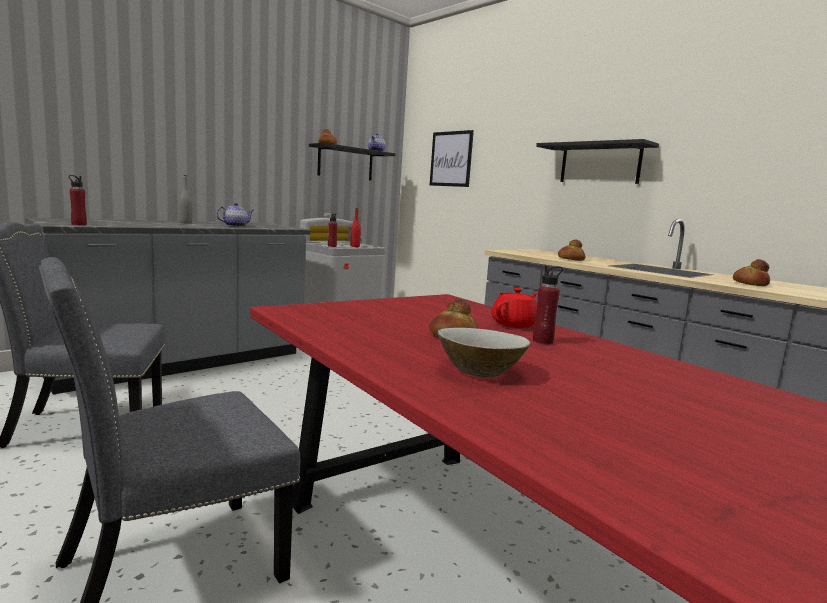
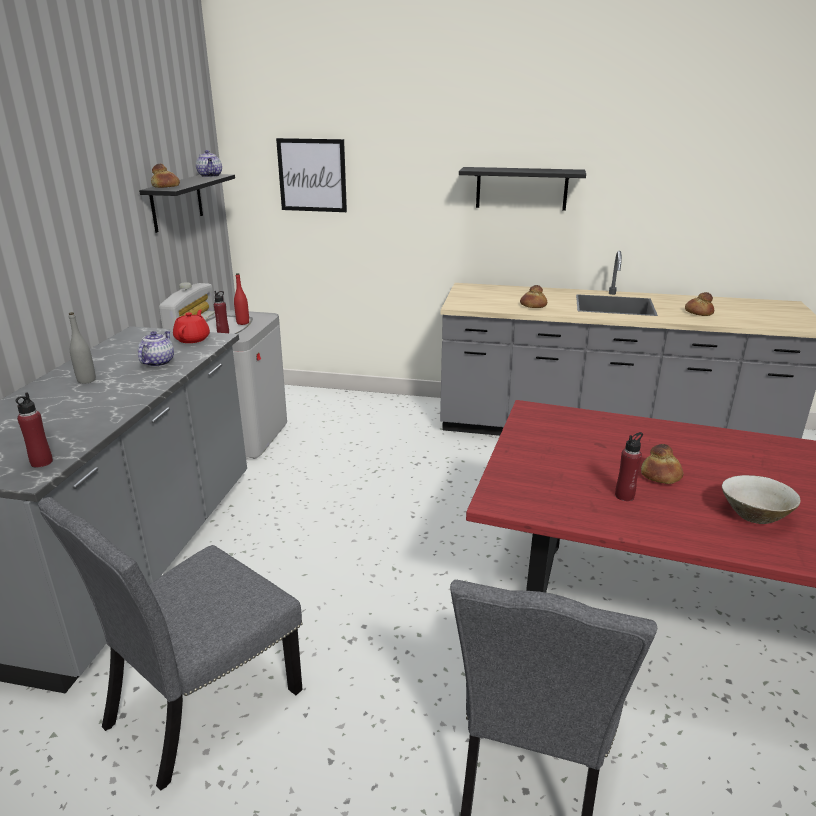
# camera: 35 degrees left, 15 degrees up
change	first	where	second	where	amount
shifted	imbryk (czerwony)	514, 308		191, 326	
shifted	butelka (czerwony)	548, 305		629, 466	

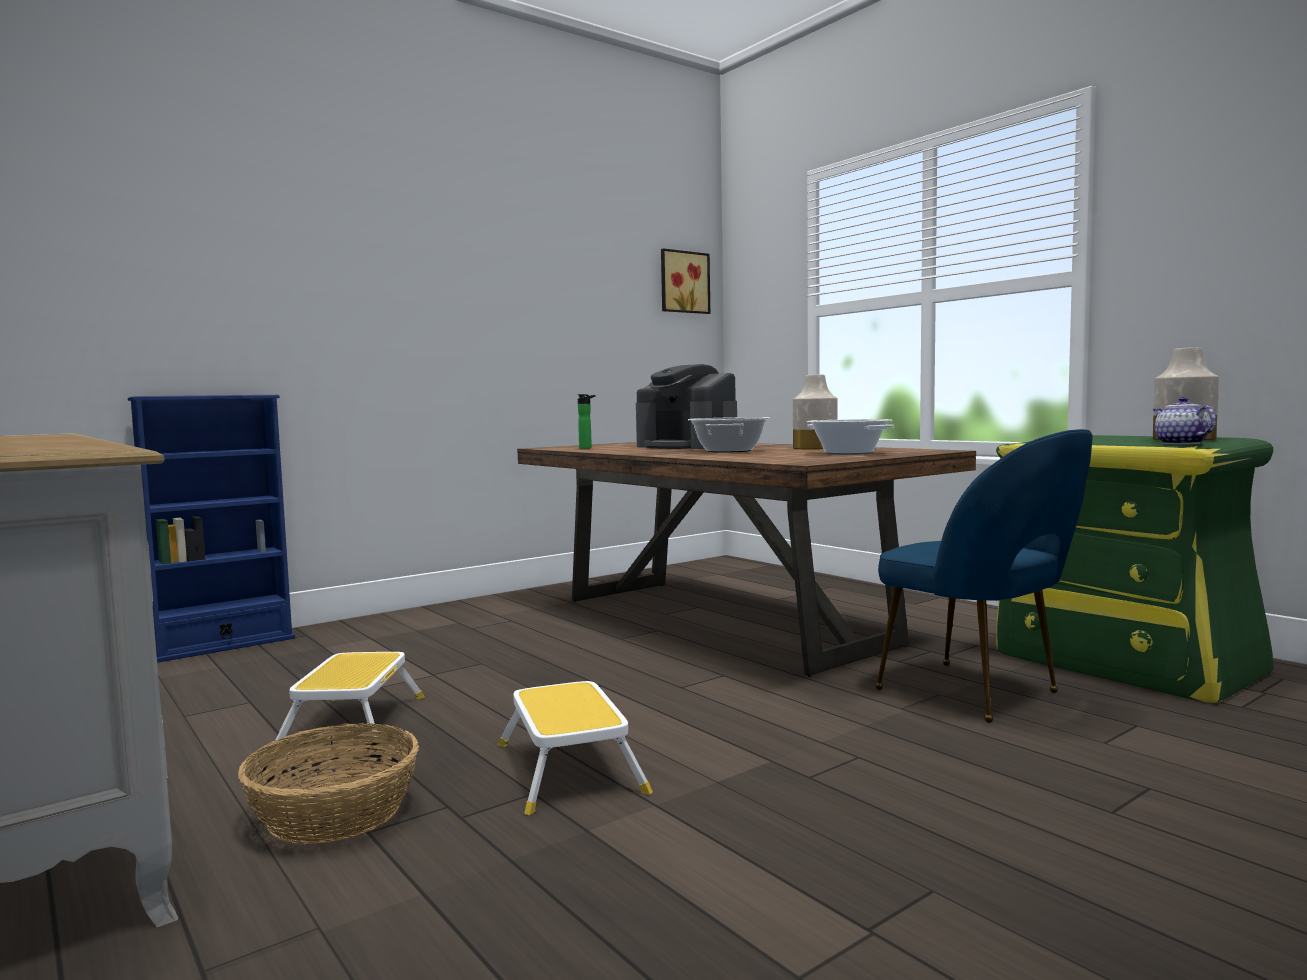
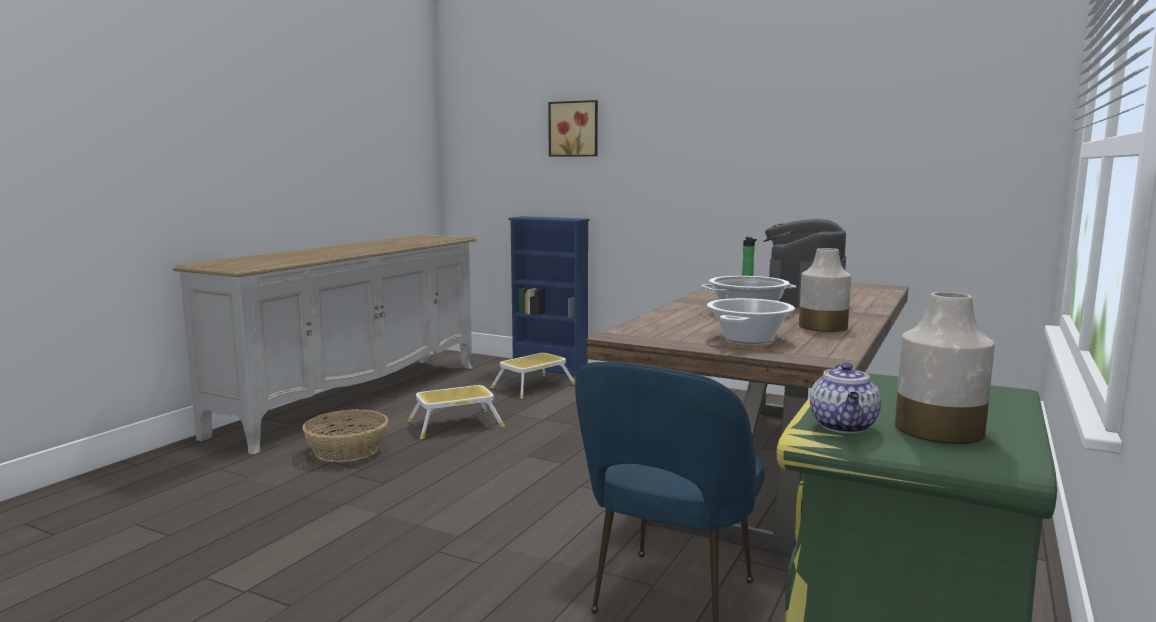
# camera: 65 degrees right, 5 degrees up
change	first	where	second	where	amount
shifted	drabinka (żółty)	575, 748		532, 376	
shifted	obraz	685, 281		573, 128	
rotated	imbryk	1184, 421		845, 397	135 degrees clockwise

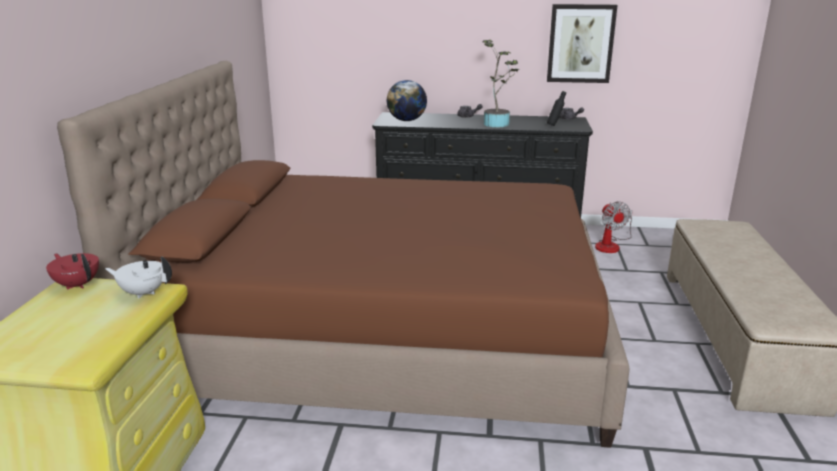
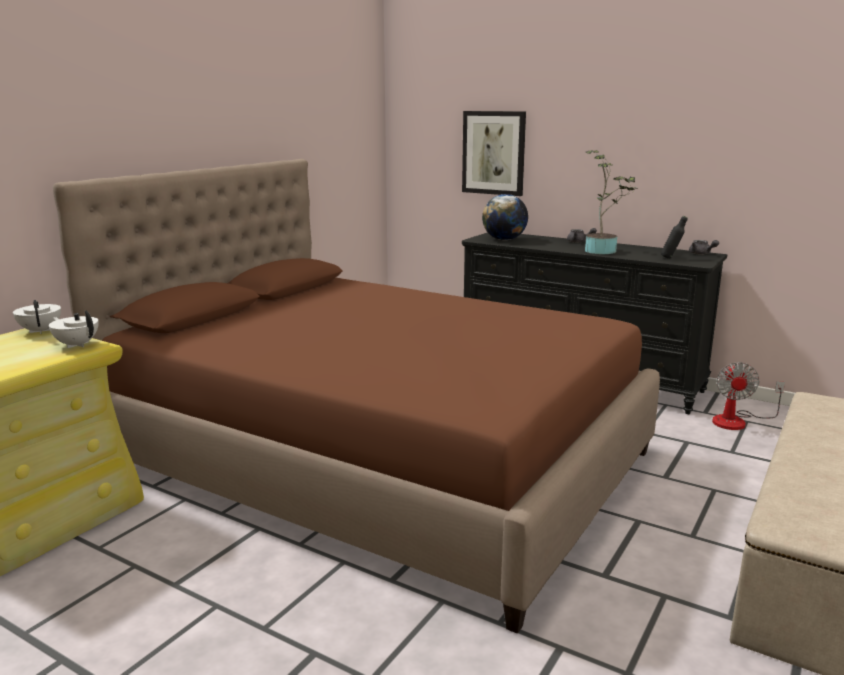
# camera: 25 degrees right, 5 degrees down
change	first	where	second	where	amount
repainted	imbryk (czerwony)	72, 271	imbryk (biały)	37, 317	
shifted	obraz	582, 43		494, 153	

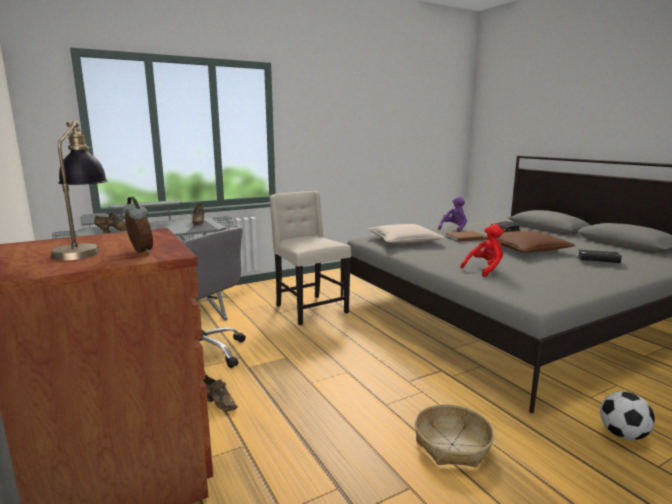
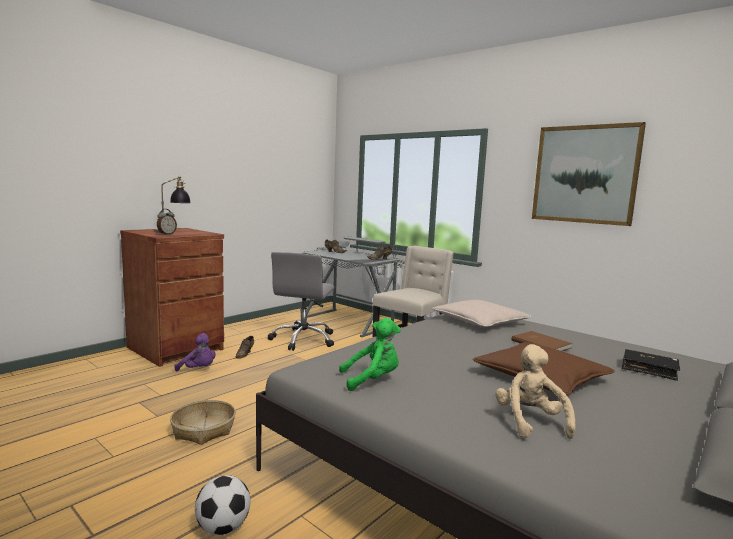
# camera: 70 degrees right, 5 degrees down
change	first	where	second	where	amount
shifted	pluszak (fioletowy)	452, 214		195, 352	
gone	pluszak (czerwony)	482, 250			
swapped	książka (czarny)	599, 256	pluszak (beżowy)	535, 391	
new			pluszak (zielony)	370, 354	
new			obraz	589, 174	

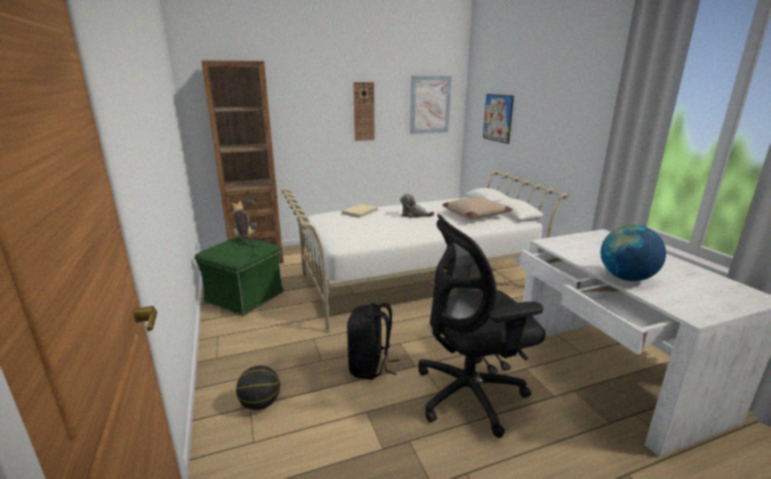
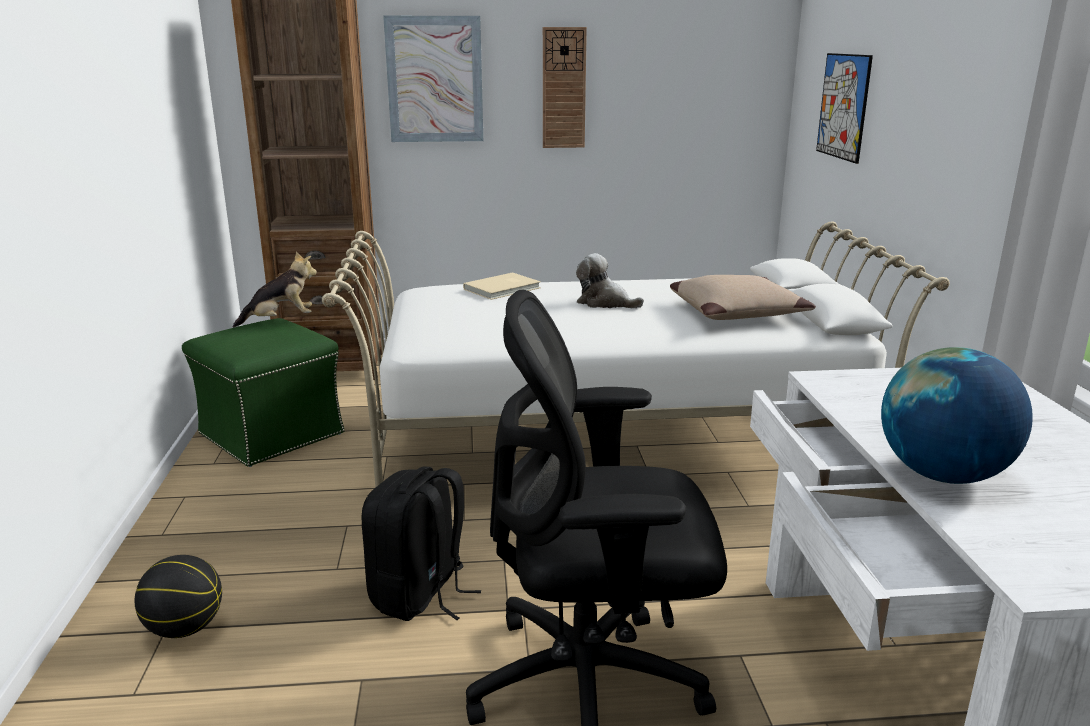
# camera: 15 degrees right, 0 degrees up
change	first	where	second	where	amount
rotated	pluszak	243, 223		275, 290	75 degrees clockwise
shifted	obraz	430, 105		433, 79	

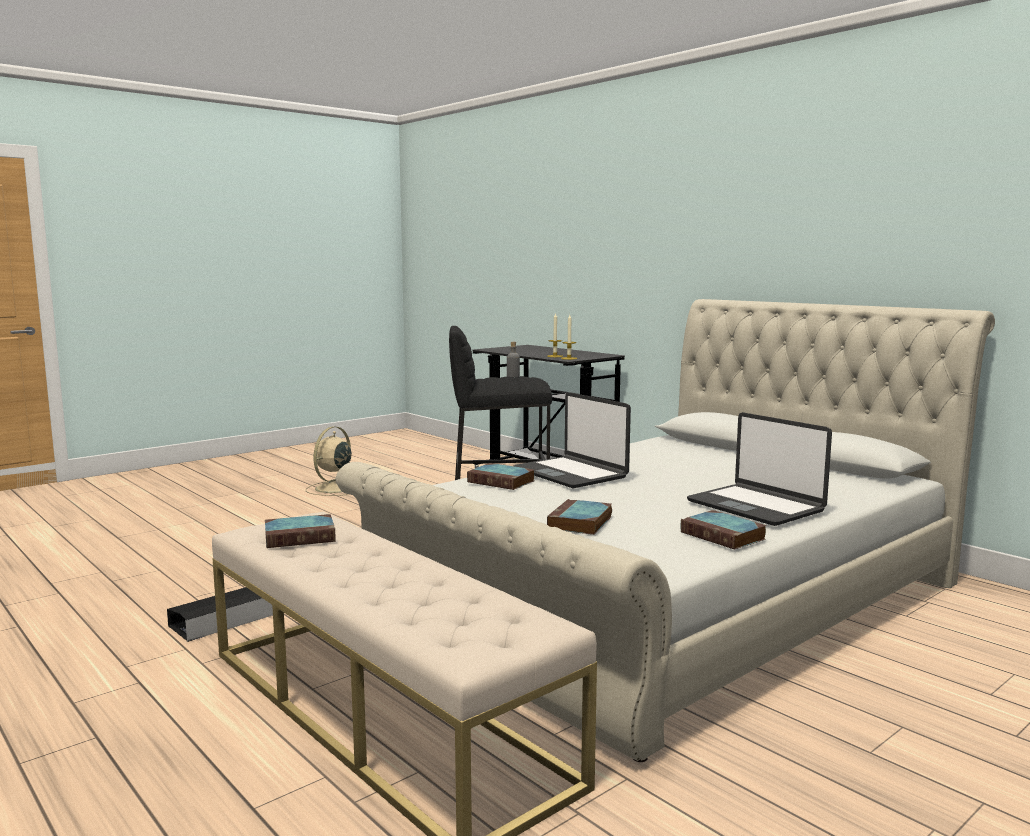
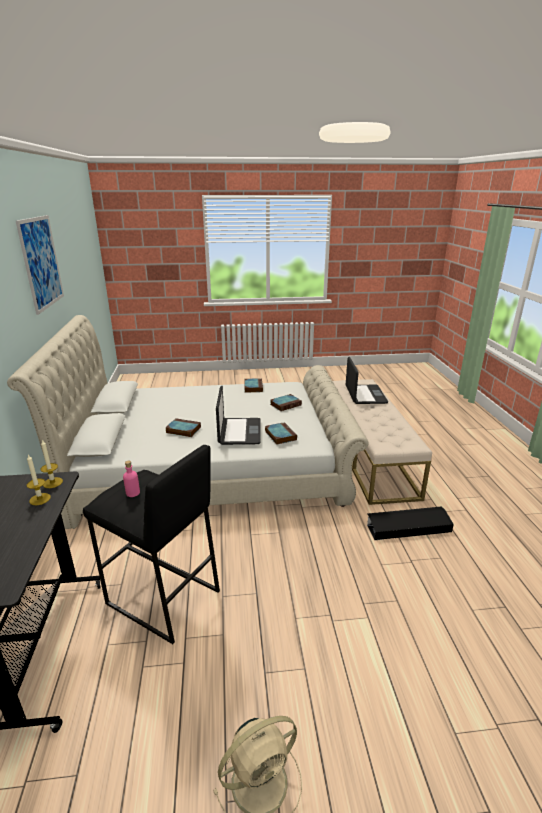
# camera: 145 degrees left, 15 degrees up
change	first	where	second	where	amount
shifted	książka	300, 531		183, 427	
repainted	butelka (szary)	513, 359	butelka (różowy)	131, 479	
shifted	laptop	759, 469		366, 380	
new			obraz	40, 265	

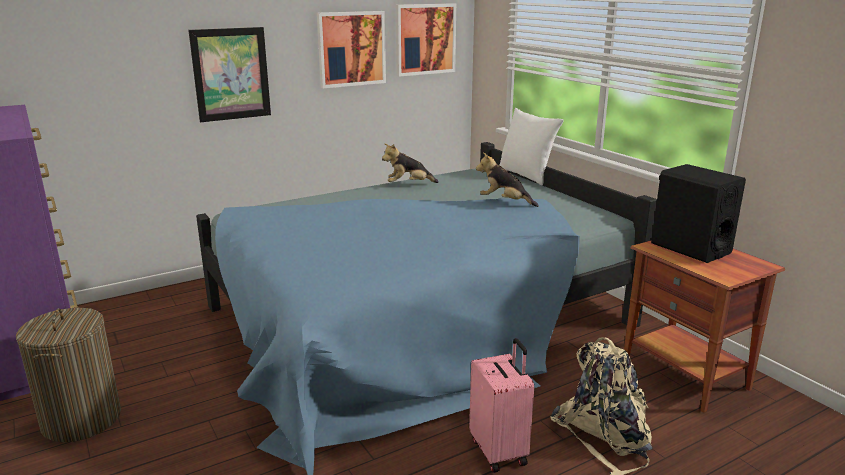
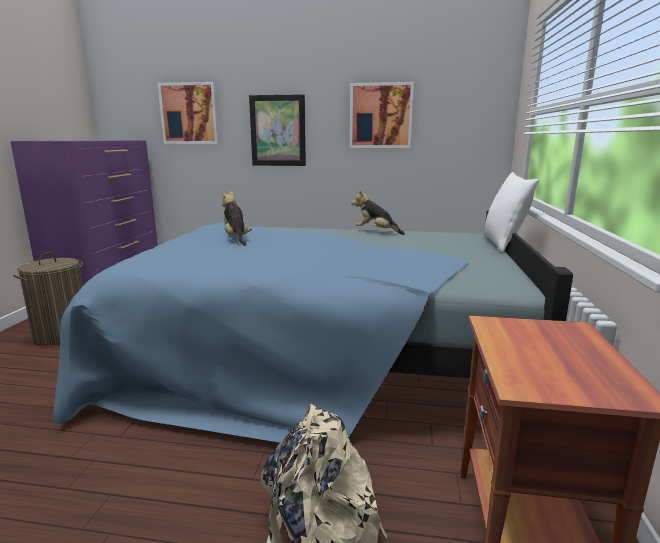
# camera: 40 degrees right, 5 degrees down
change	first	where	second	where	amount
shifted	obraz	426, 40		188, 113	
gone	walizka (różowy)	501, 405			
shifted	pluszak	507, 179		236, 218	
gone	głośnik (czarny)	698, 213			

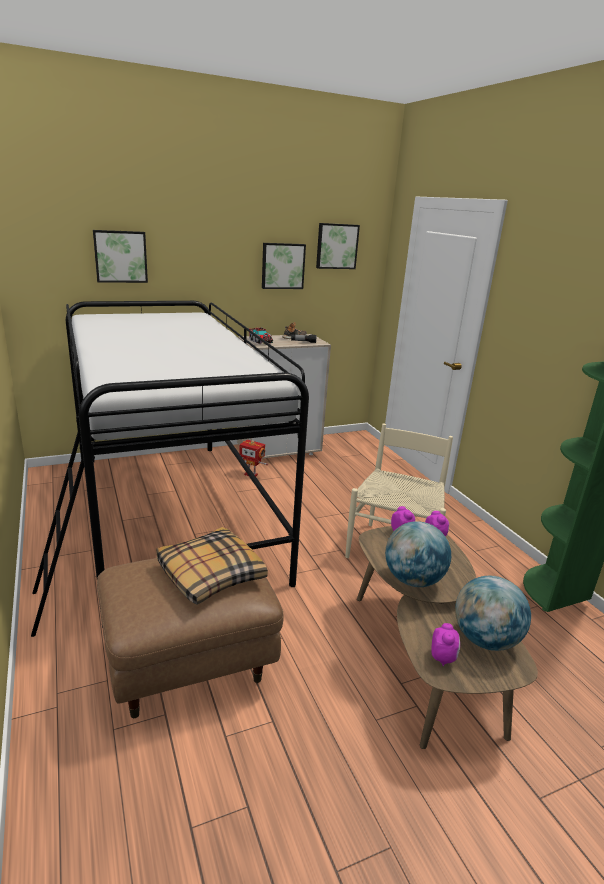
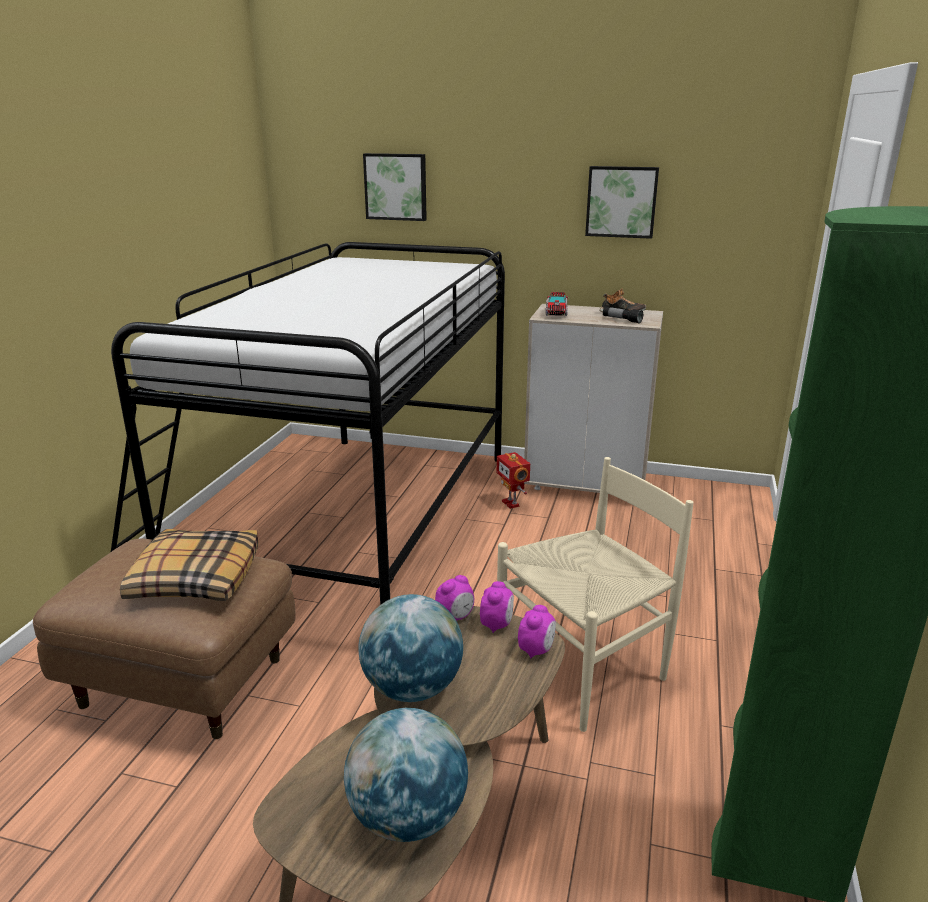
# camera: 40 degrees right, 0 degrees up
change	first	where	second	where	amount
gone	obraz	338, 246			
shifted	budzik	446, 644		454, 597	

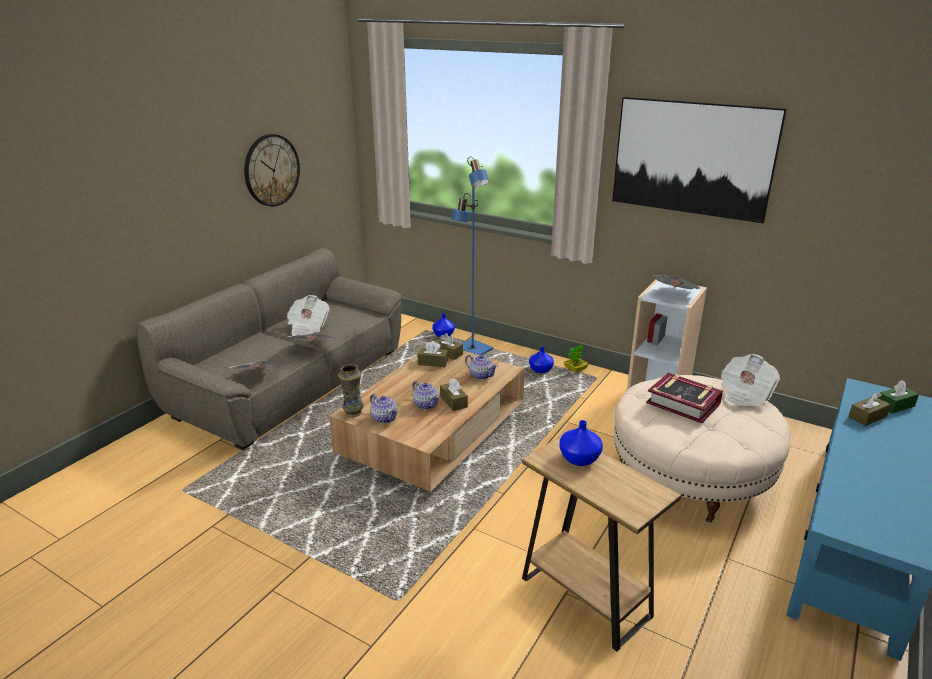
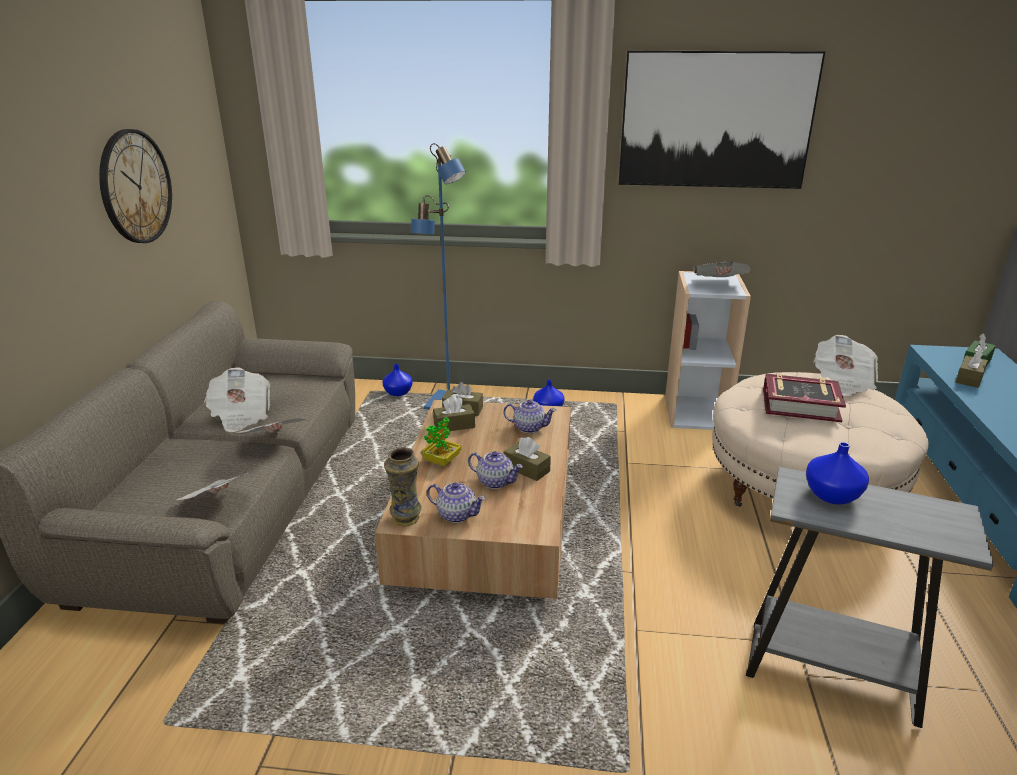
# camera: 25 degrees left, 0 degrees up
change	first	where	second	where	amount
repainted	stolik (brązowy)	601, 544	stolik (szary)	870, 597	
shifted	roślina doniczkowa	576, 358		441, 441	

